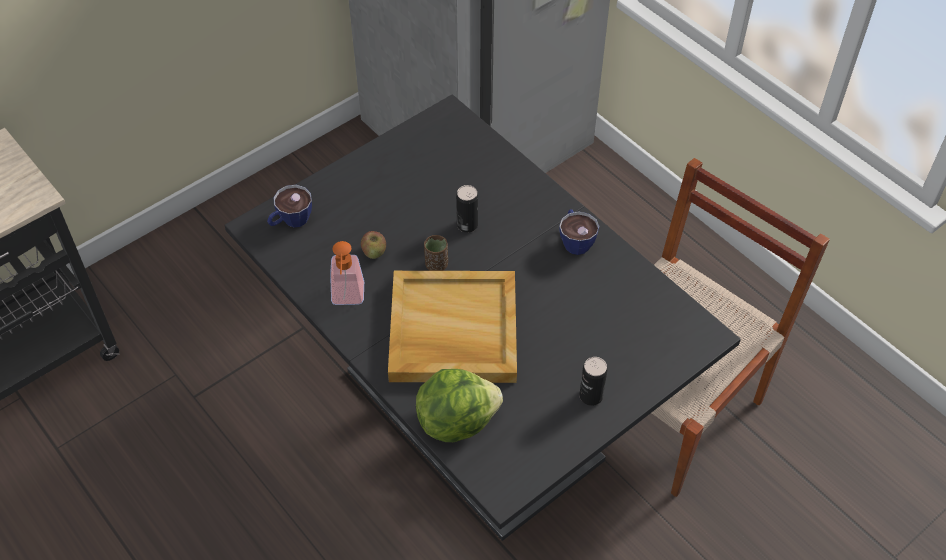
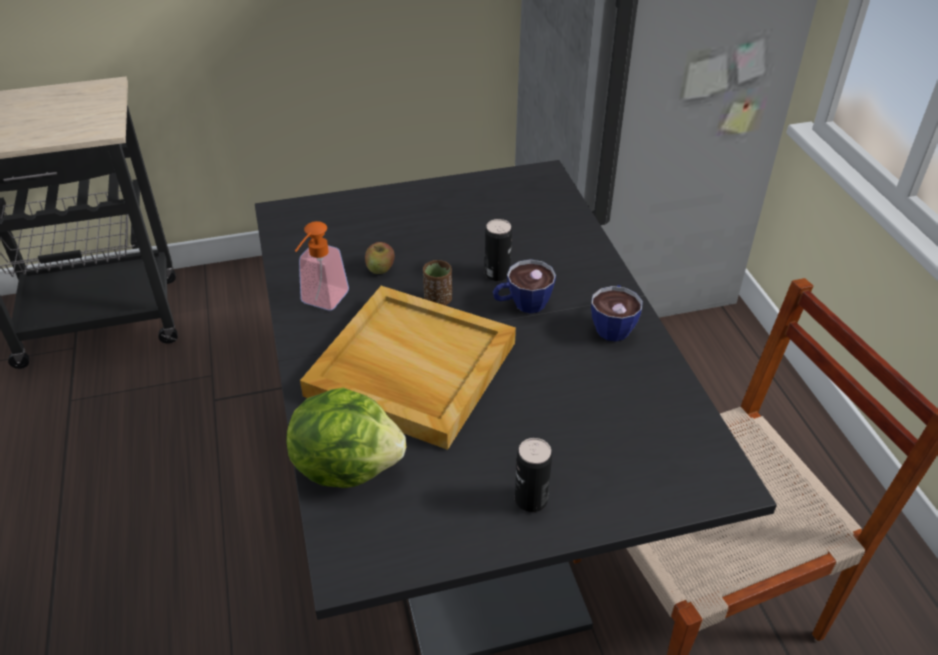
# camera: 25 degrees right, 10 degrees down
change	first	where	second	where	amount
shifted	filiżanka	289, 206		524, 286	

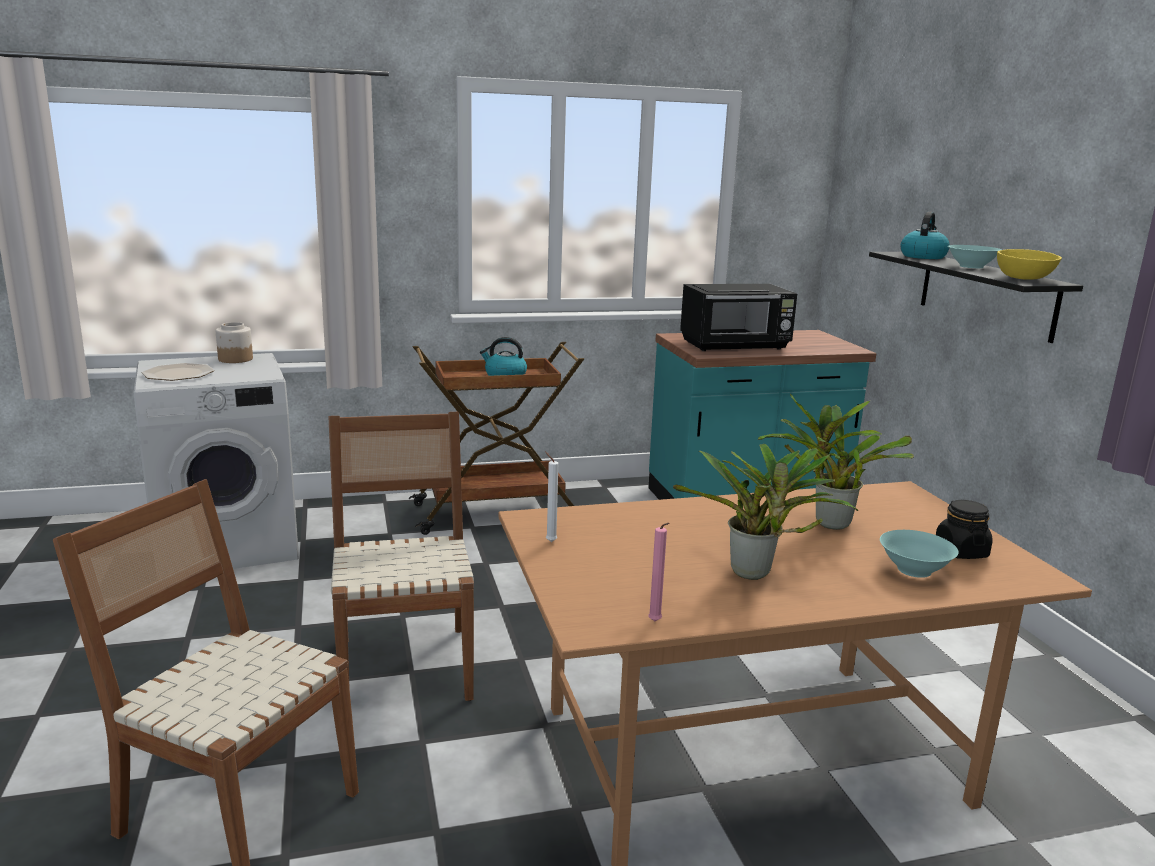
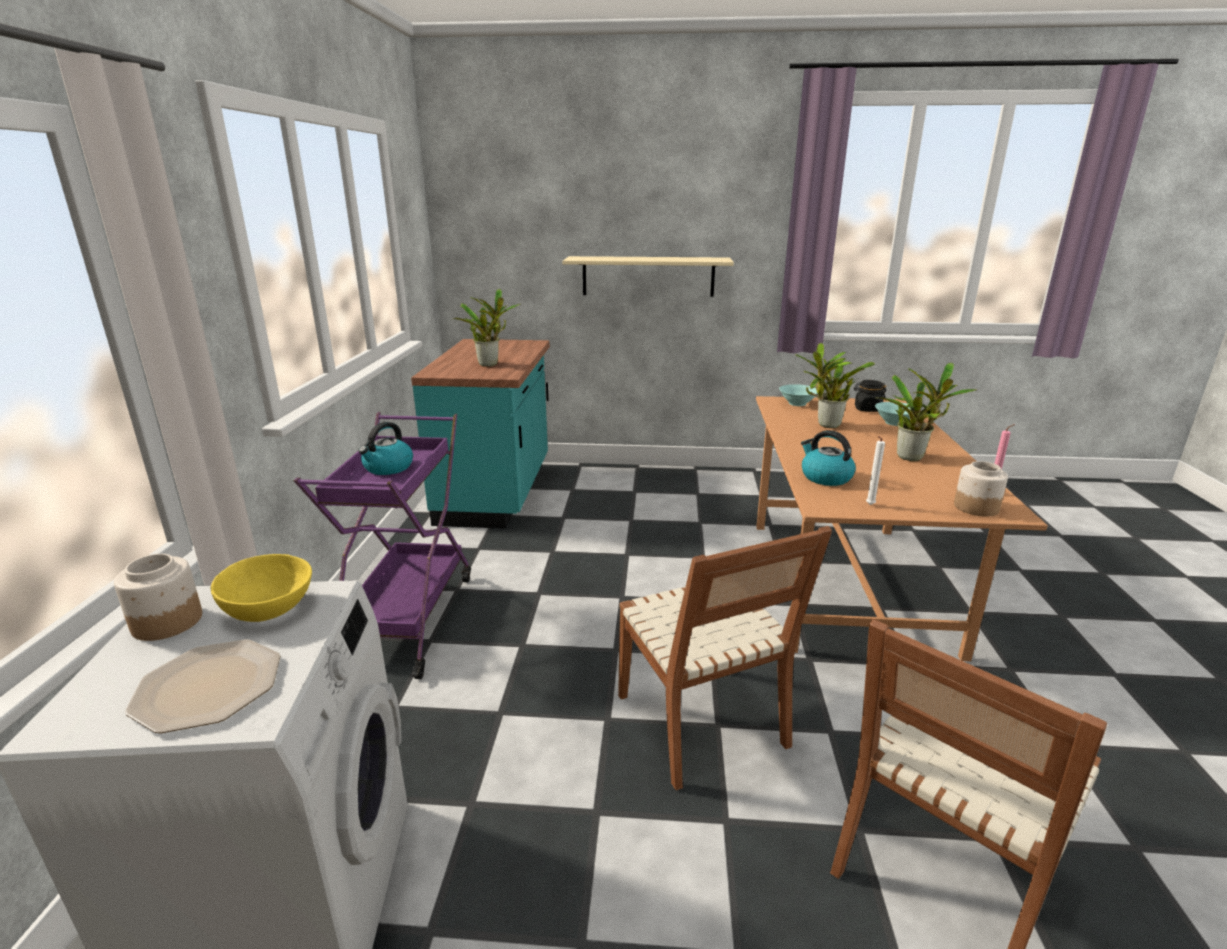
# camera: 70 degrees left, 5 degrees up
change	first	where	second	where	amount
rotated	krzesło	401, 556		725, 658	120 degrees counterclockwise
repainted	wózek (brązowy)	497, 438	wózek (fioletowy)	382, 545	
swapped	mikrofalówka (czarny)	738, 317	roślina doniczkowa	487, 328	
repainted	półka (czarny)	976, 297	półka (beżowy)	648, 276	
shifted	czajnik	925, 235		828, 458	
shifted	miska (turkusowy)	975, 256		798, 395	
shifted	miska (żółty)	1029, 264		261, 588	
new			słoik	981, 488	

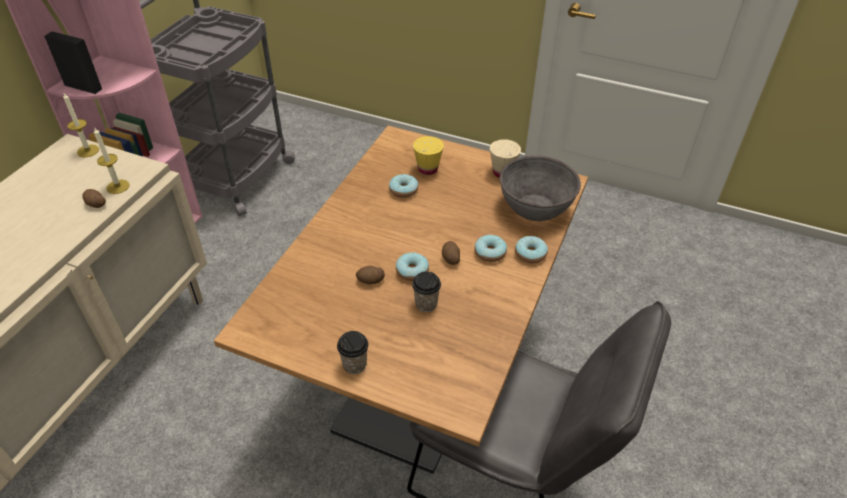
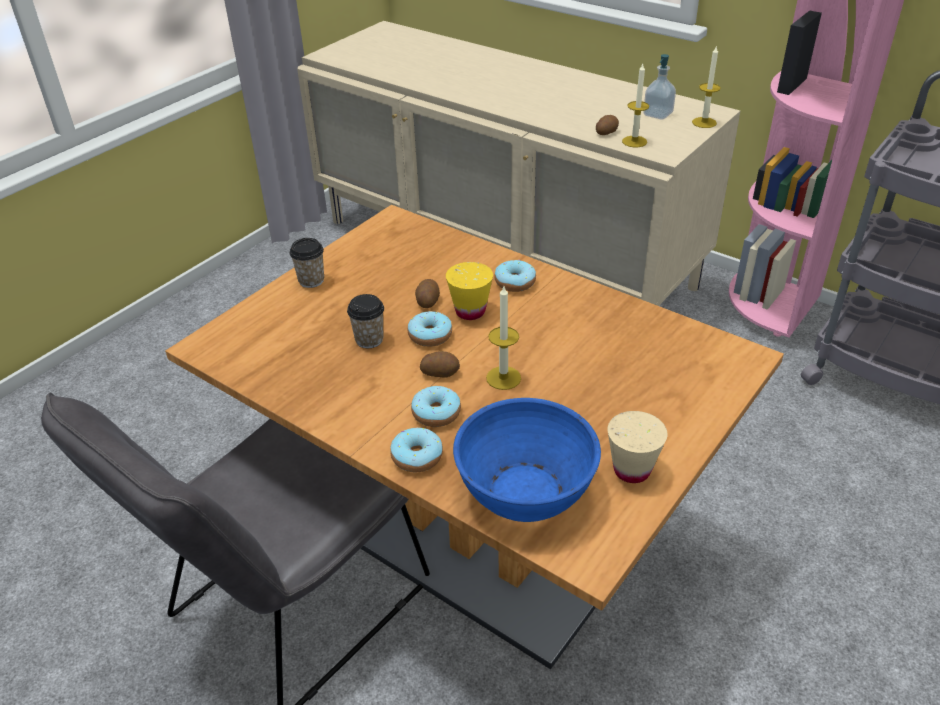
# camera: 105 degrees right, 5 degrees down
change	first	where	second	where	amount
shifted	donut	403, 186		515, 276	
shifted	filiżanka (żółty)	428, 155		469, 291	
repainted	miska (szary)	540, 188	miska (niebieski)	527, 460	
new			świeca	503, 338	
new			dozownik mydła	659, 86	

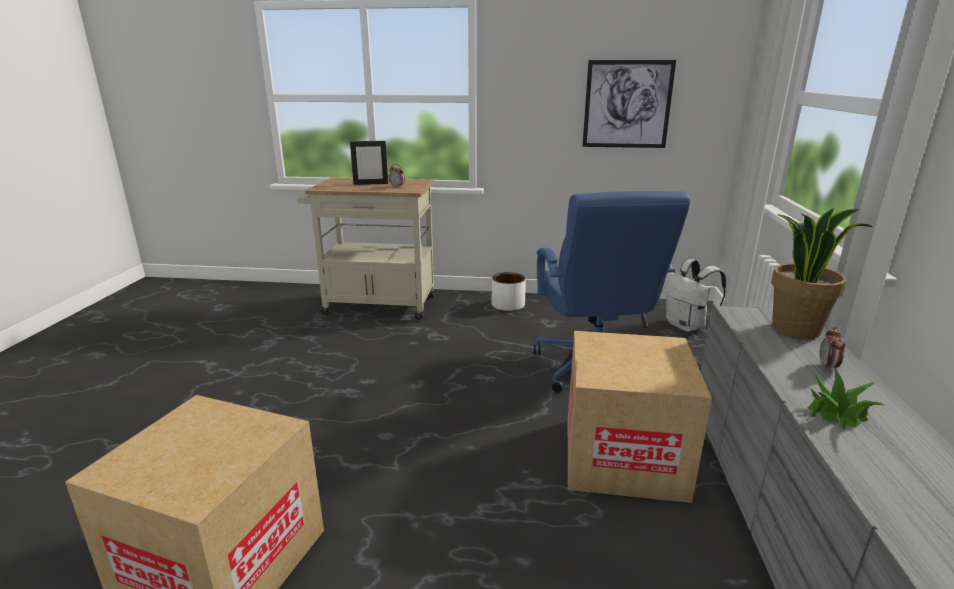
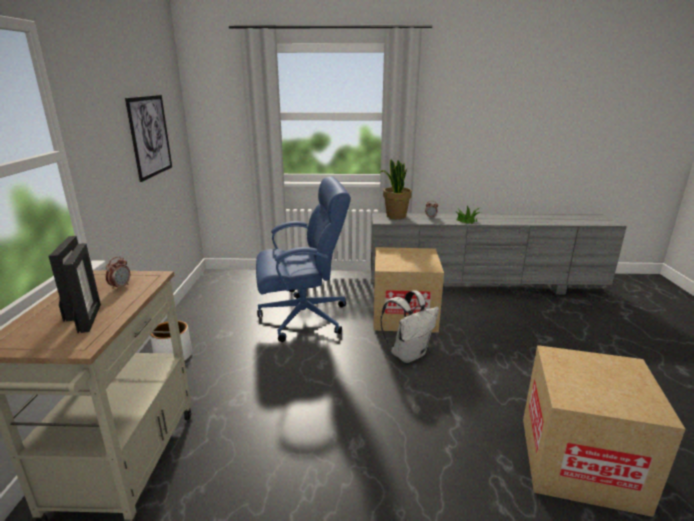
# camera: 95 degrees left, 0 degrees up
change	first	where	second	where	amount
shifted	plecak (biały)	694, 295		409, 327	
new			ramka na zdjęcie	82, 288	

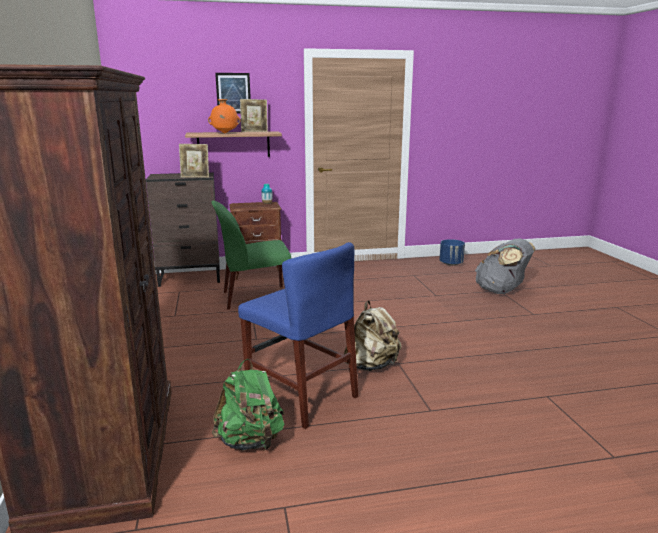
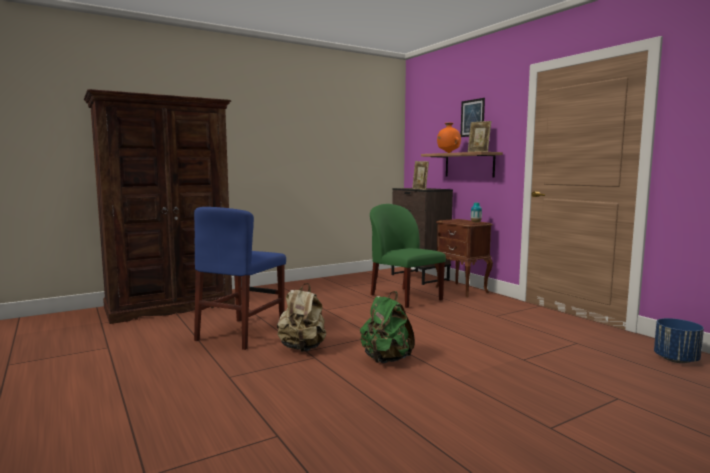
# camera: 70 degrees right, 10 degrees down
change	first	where	second	where	amount
shifted	plecak (zielony)	248, 404		387, 327	
gone	plecak (szary)	505, 266			

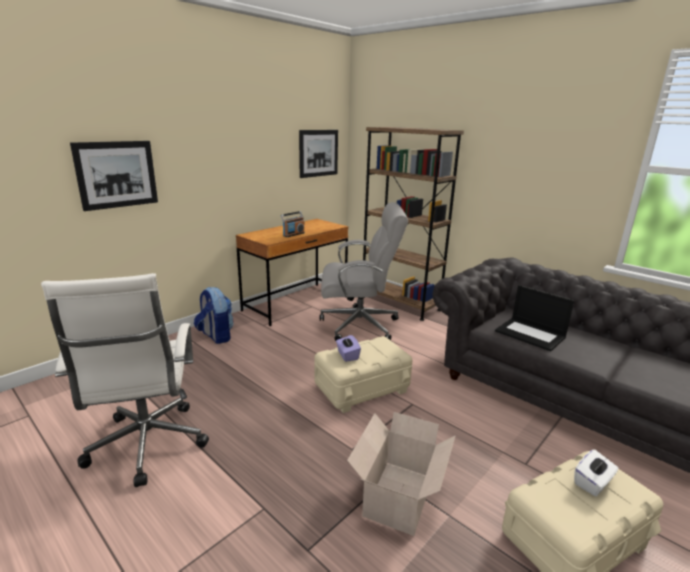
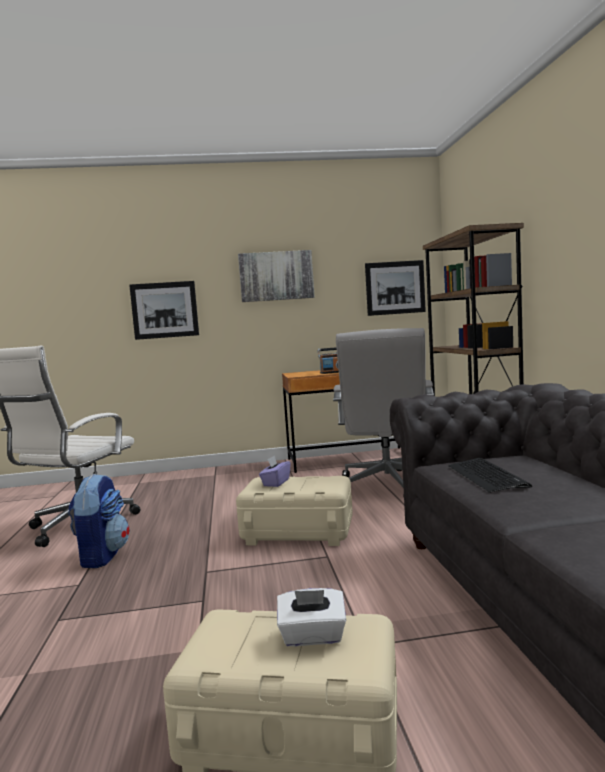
# camera: 40 degrees right, 15 degrees down
change	first	where	second	where	amount
shifted	plecak	214, 315		99, 521	
rotated	krzesło biurowe (szary)	364, 271		383, 412	60 degrees clockwise
gone	karton	401, 474			
swapped	laptop	534, 318	klawiatura	490, 475	
new			obraz	276, 276	

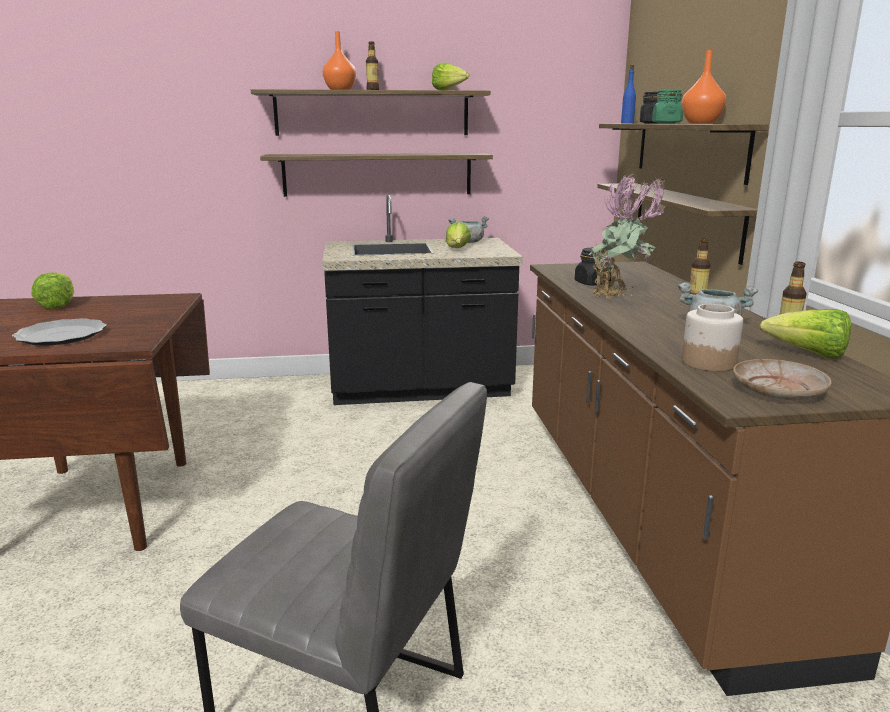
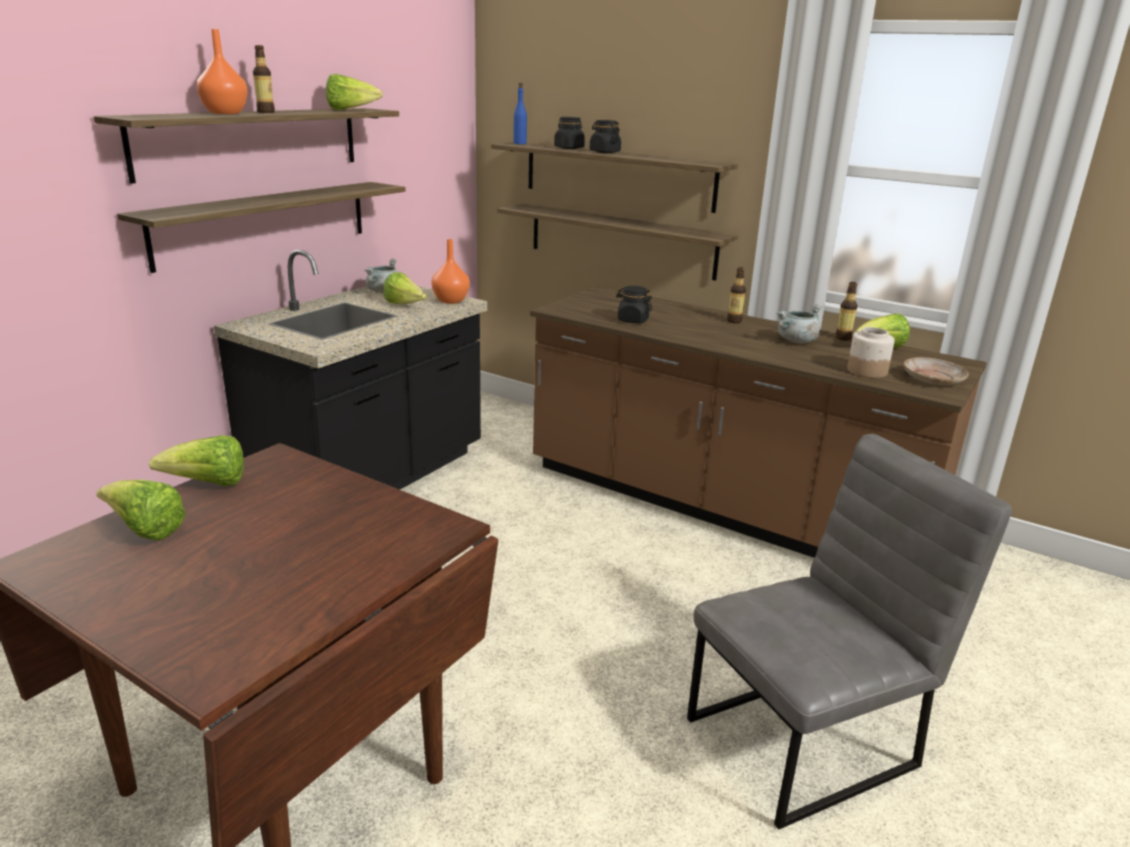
# camera: 50 degrees left, 5 degrees up
change	first	where	second	where	amount
gone	talerz	59, 332			
gone	roślina doniczkowa	627, 237			
repainted	słoik (zielony)	667, 106	słoik (czarny)	605, 136	
shifted	wazon (pomarańczowy)	704, 87		450, 271	
new			sałata	196, 460	

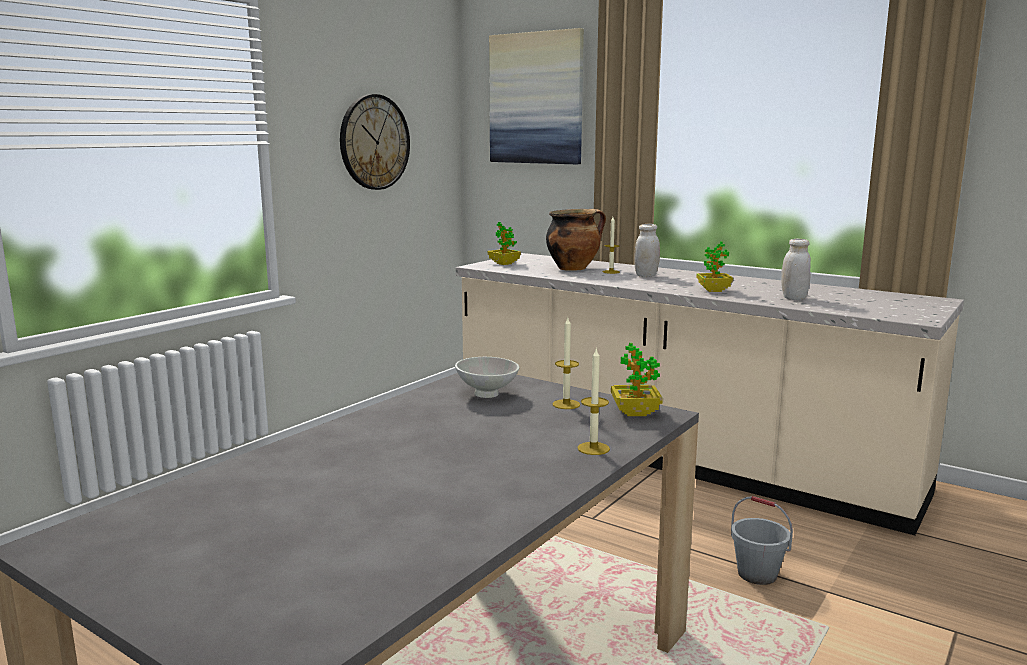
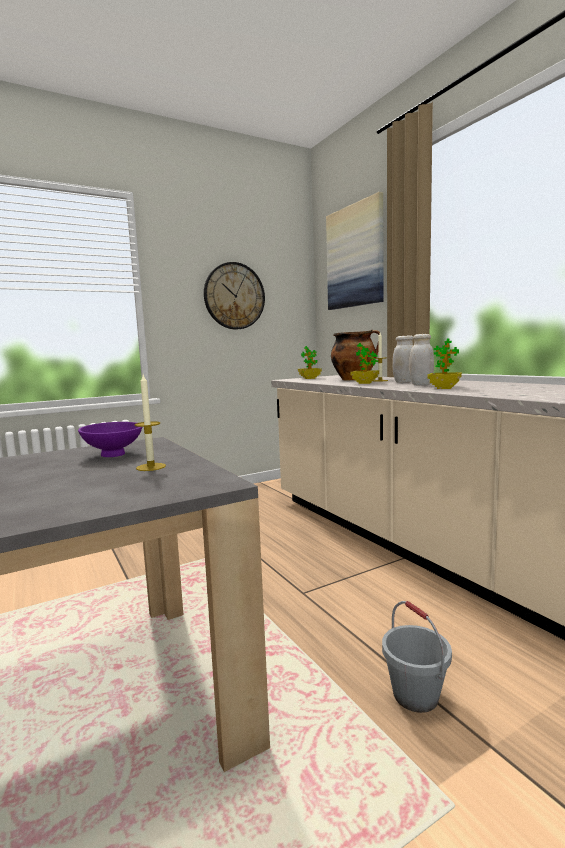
# camera: 25 degrees right, 5 degrees down
change	first	where	second	where	amount
repainted	miska (biały)	487, 377	miska (fioletowy)	110, 439	
gone	świeca	593, 401			
shifted	roślina doniczkowa	637, 379		364, 363	
shifted	słoik (biały)	796, 269		421, 359	

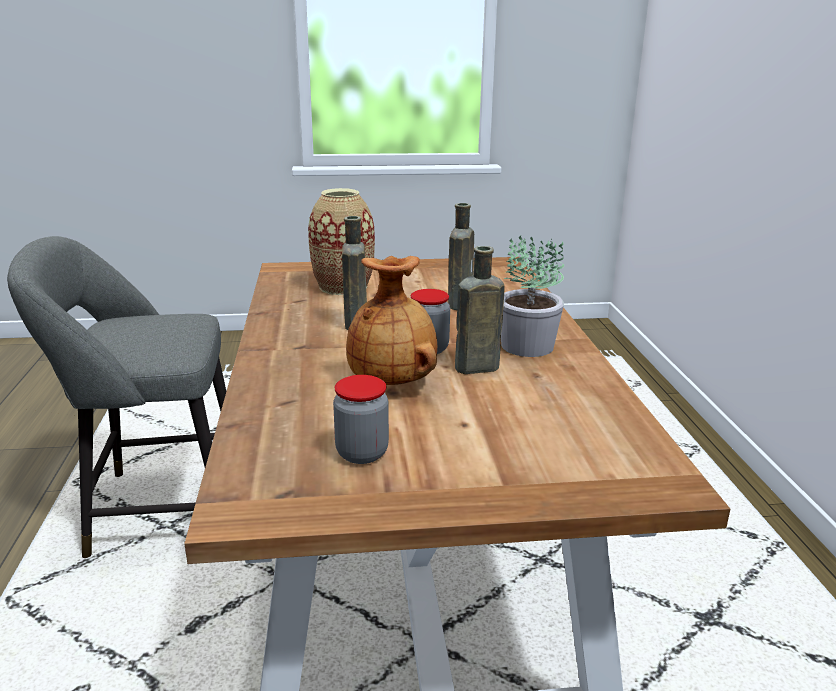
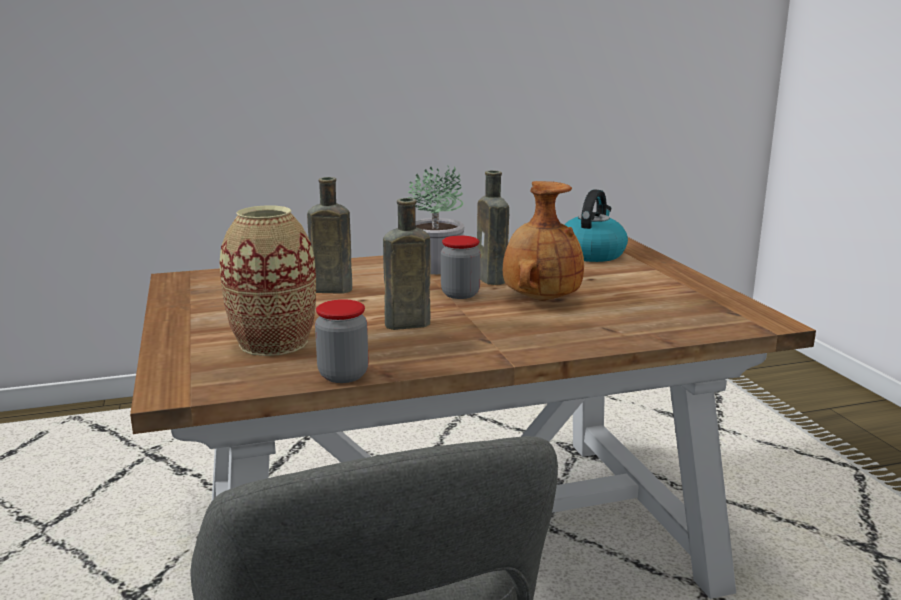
# camera: 100 degrees left, 5 degrees down
change	first	where	second	where	amount
shifted	słoik	361, 419		342, 341	
new			czajnik	596, 225	

